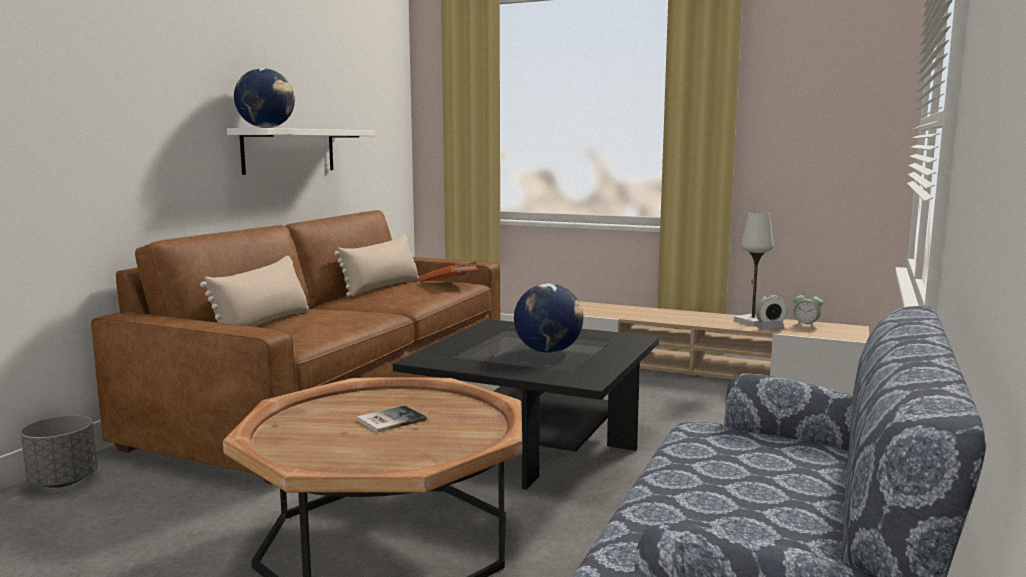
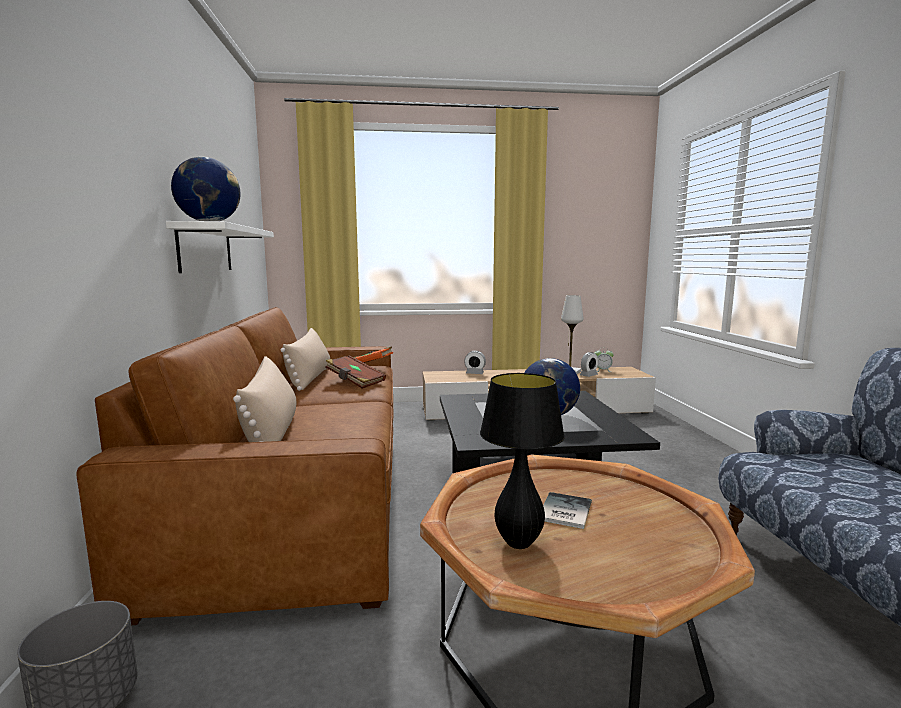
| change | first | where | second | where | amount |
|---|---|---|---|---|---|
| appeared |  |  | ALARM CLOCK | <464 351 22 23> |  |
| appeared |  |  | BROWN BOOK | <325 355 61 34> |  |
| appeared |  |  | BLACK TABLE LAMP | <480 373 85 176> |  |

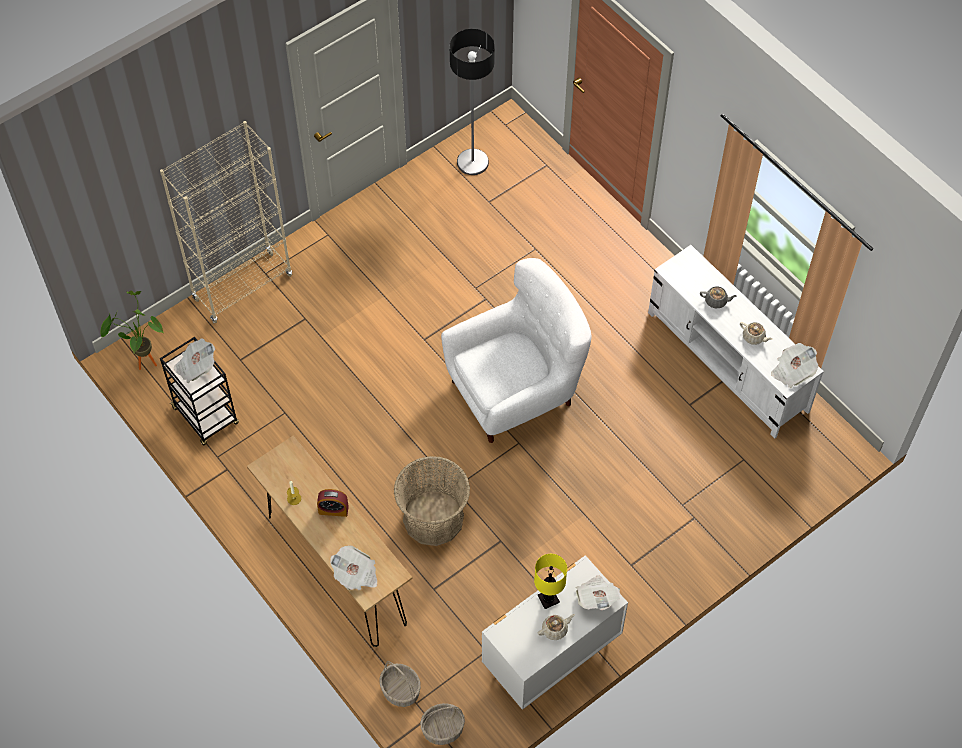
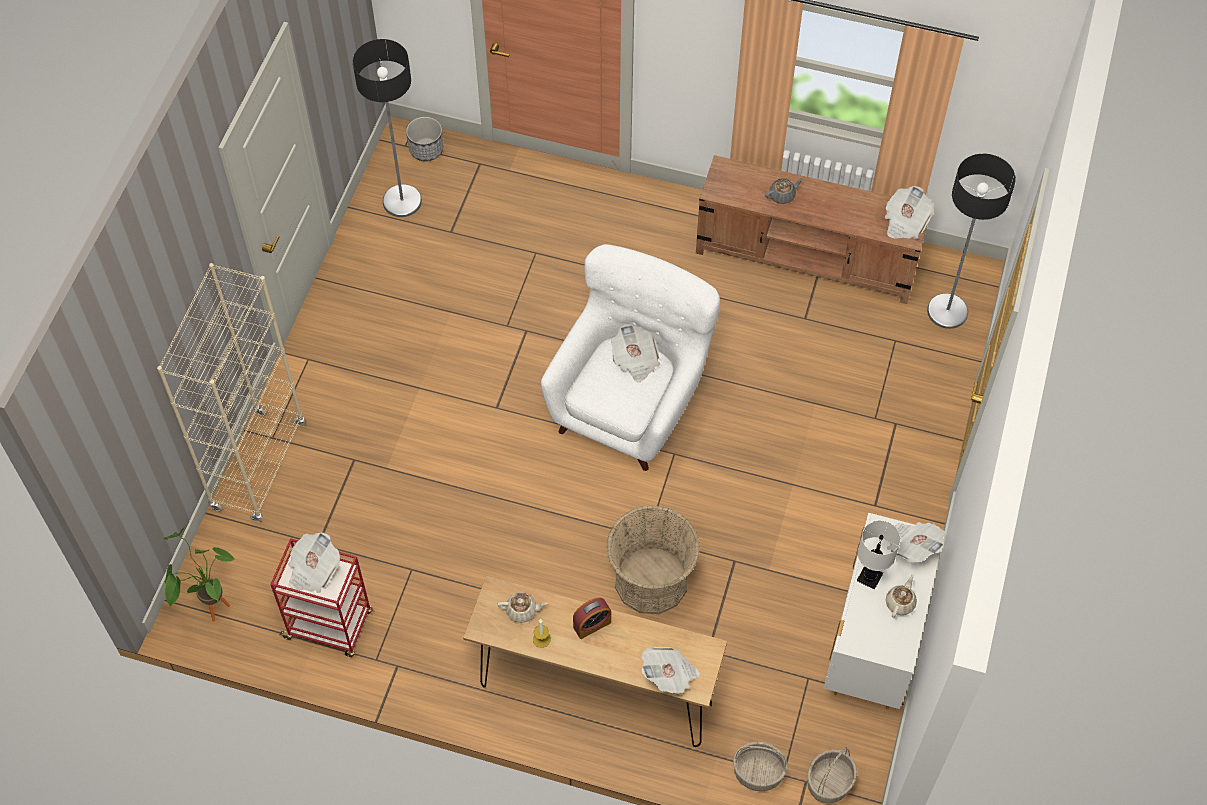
| change | first | where | second | where | amount |
|---|---|---|---|---|---|
| colour | WHITE TV STAND | <648 245 176 194> | BROWN TV STAND | <696 155 231 149> |  |
| relocated | BEIGE TEAPOT | <740 322 33 23> |  | <497 592 51 31> |  |
| colour | BLACK CART | <160 337 79 109> | RED CART | <270 538 103 119> |  |
| colour | YELLOW TABLE LAMP | <534 554 33 55> | WHITE TABLE LAMP | <857 520 44 70> |  |
| appeared |  |  | PLANTER | <406 117 37 44> |  |
| appeared |  |  | FLOOR LAMP | <927 154 89 175> |  |
| appeared |  |  | NEWSPAPER | <611 324 49 59> |  |

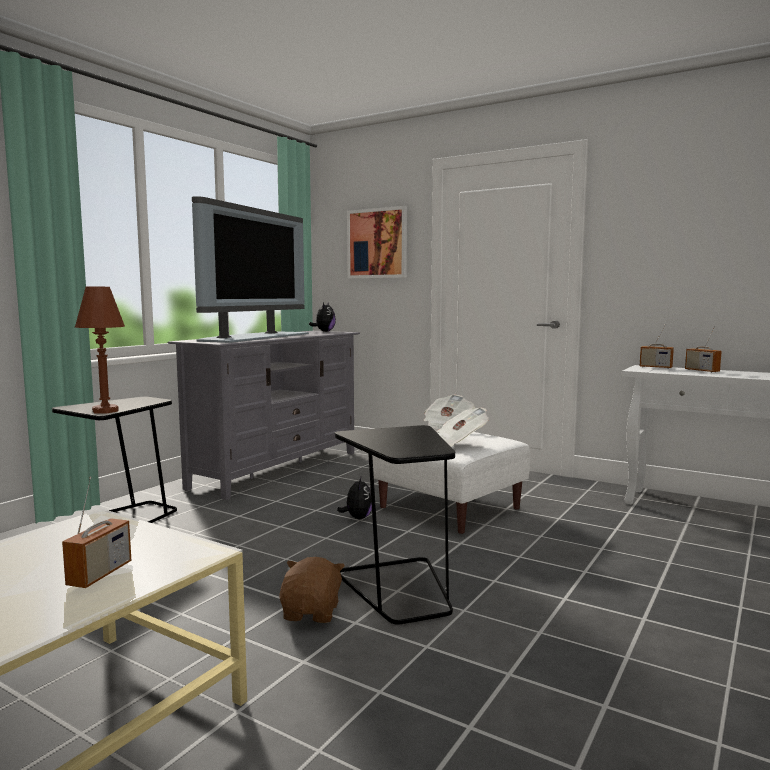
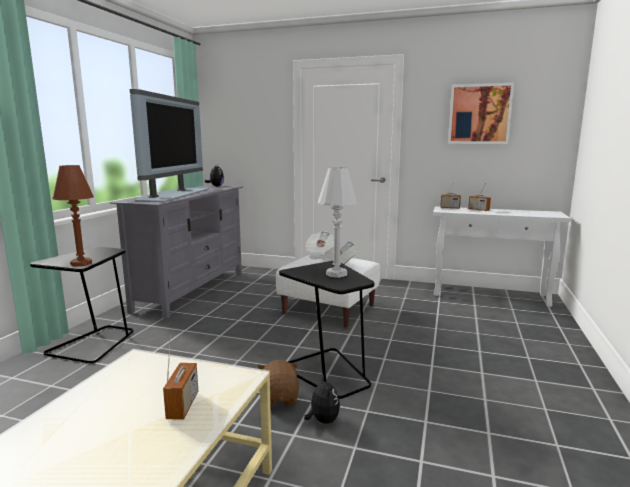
| change | first | where | second | where | amount |
|---|---|---|---|---|---|
| relocated | PICTURE | <347 206 60 73> |  | <448 83 66 61> |  |
| relocated | PLUSH TOY | <337 477 35 42> |  | <304 376 36 47> |  |
| appeared |  |  | WHITE TABLE LAMP | <318 167 39 111> |  |

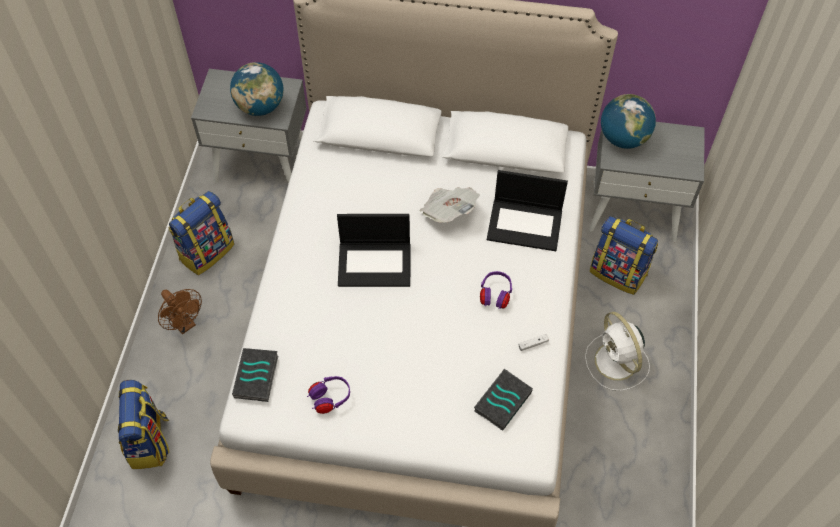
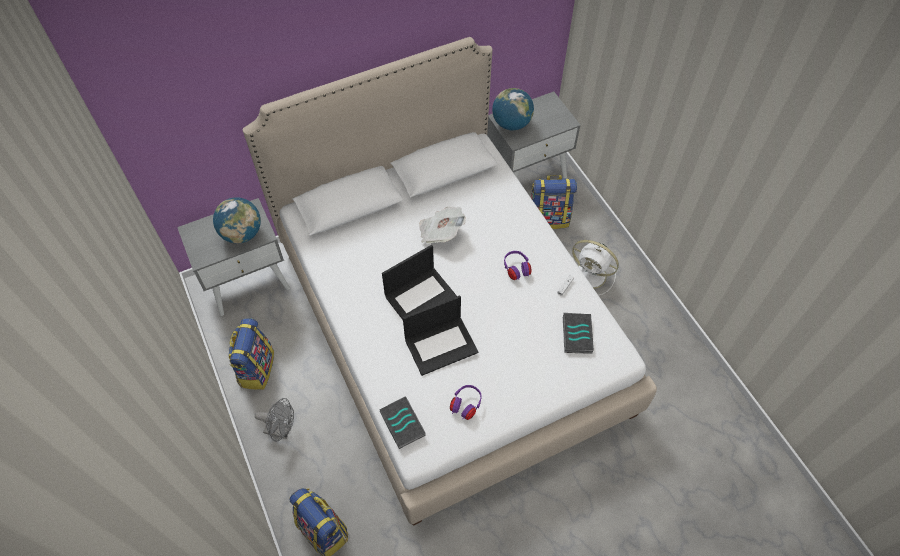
| change | first | where | second | where | amount |
|---|---|---|---|---|---|
| relocated | LAPTOP | <487 170 81 81> |  | <403 295 75 81> |  |
| colour | BROWN FAN | <158 289 44 45> | GREY FAN | <254 398 40 44> |  |

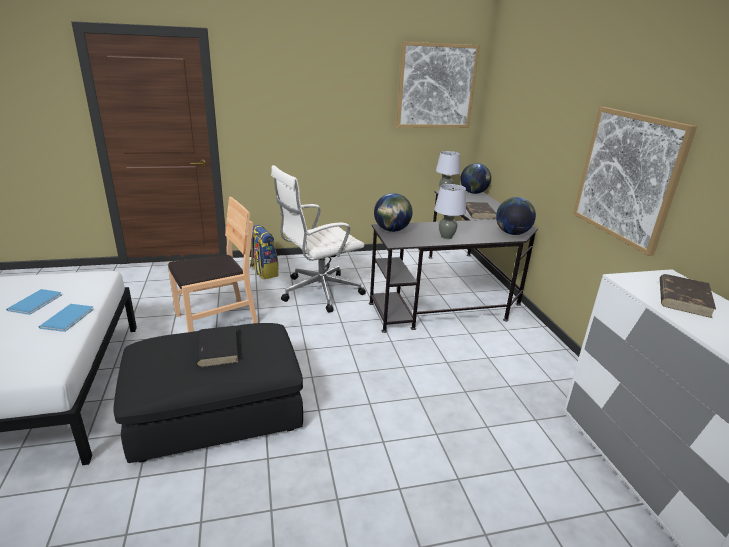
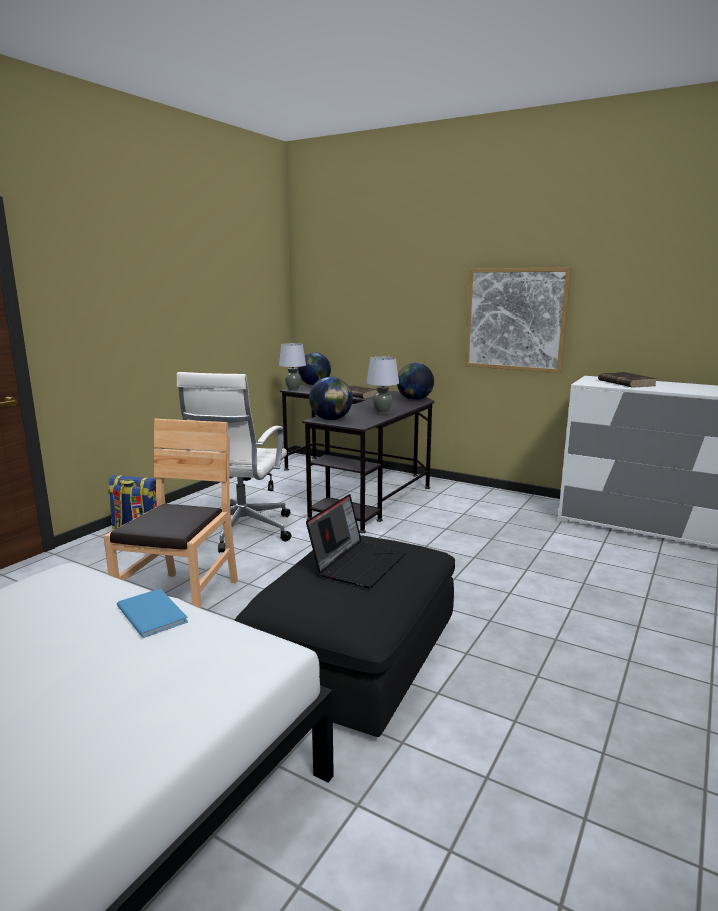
| change | first | where | second | where | amount |
|---|---|---|---|---|---|
| missing | PICTURE | <396 42 84 86> |  |  |  |
| missing | BLUE BOOK | <6 289 56 26> |  |  |  |
| exchanged | BLACK BOOK | <197 326 41 41> | LAPTOP | <306 494 101 94> |  |

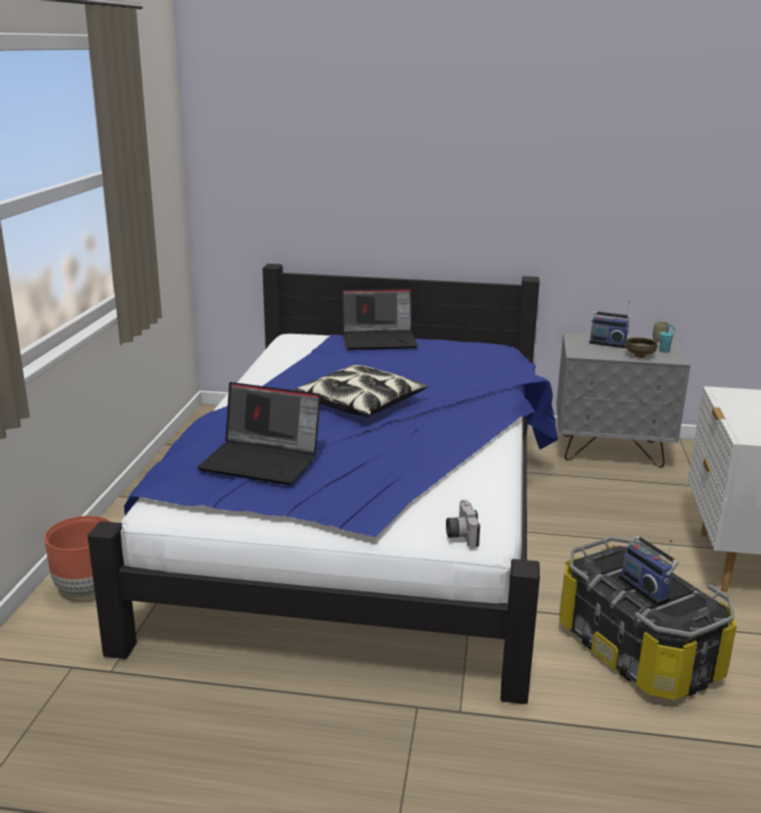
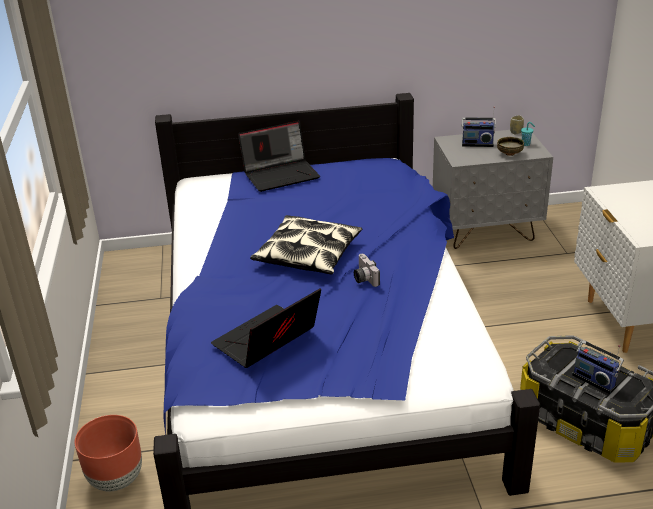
| change | first | where | second | where | amount |
|---|---|---|---|---|---|
| spun | LAPTOP | <197 382 124 103> |  | <211 288 110 80> | 135 degrees clockwise |
| relocated | PHOTO CAMERA | <446 500 34 48> |  | <354 254 26 33> |  |

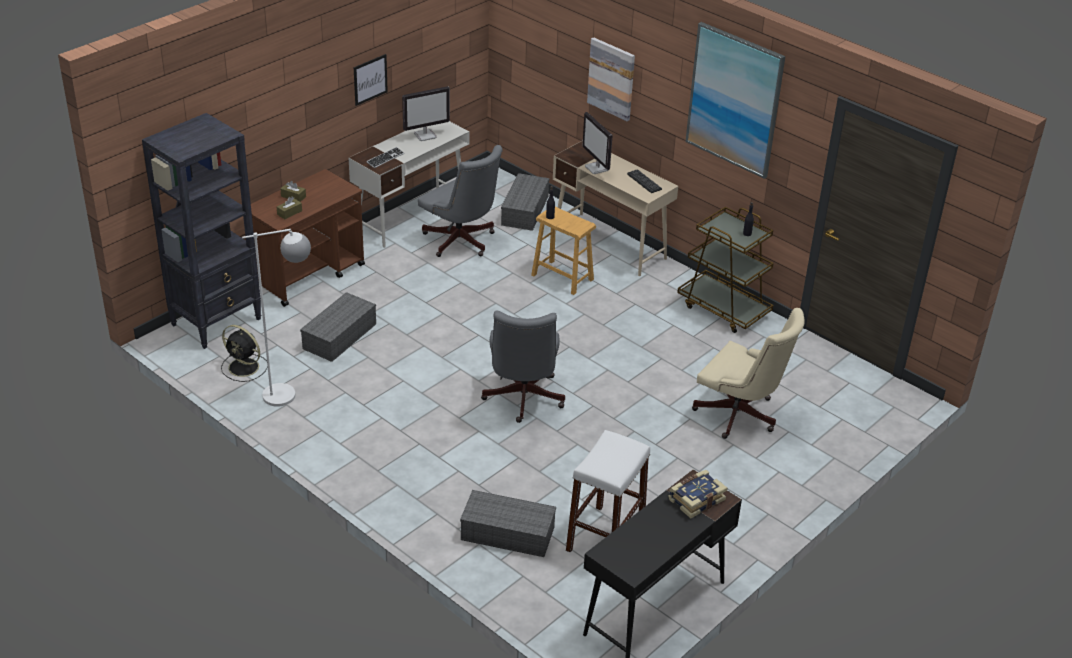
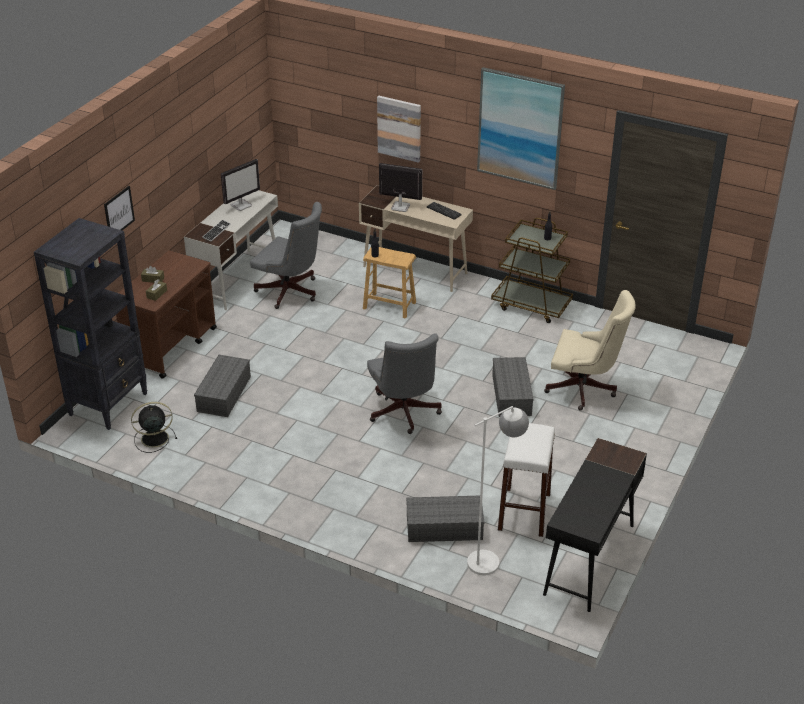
| change | first | where | second | where | amount |
|---|---|---|---|---|---|
| relocated | PICTURE | <354 54 34 52> |  | <104 186 31 44> |  |
| spun | MONITOR | <582 112 31 62> |  | <379 163 43 49> | 150 degrees clockwise |
| relocated | GREY STORAGE BOX | <501 173 49 58> |  | <492 357 41 60> |  |
| relocated | WHITE FLOOR LAMP | <242 229 69 178> |  | <467 406 62 169> |  |
| spun | BLACK FAN | <221 325 47 57> |  | <131 402 46 51> | 150 degrees clockwise |
| missing | BOOK | <668 470 59 48> |  |  |  |

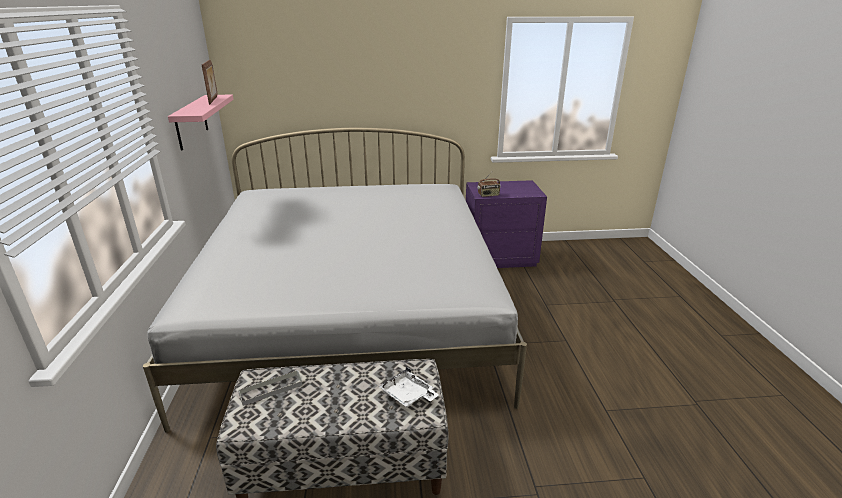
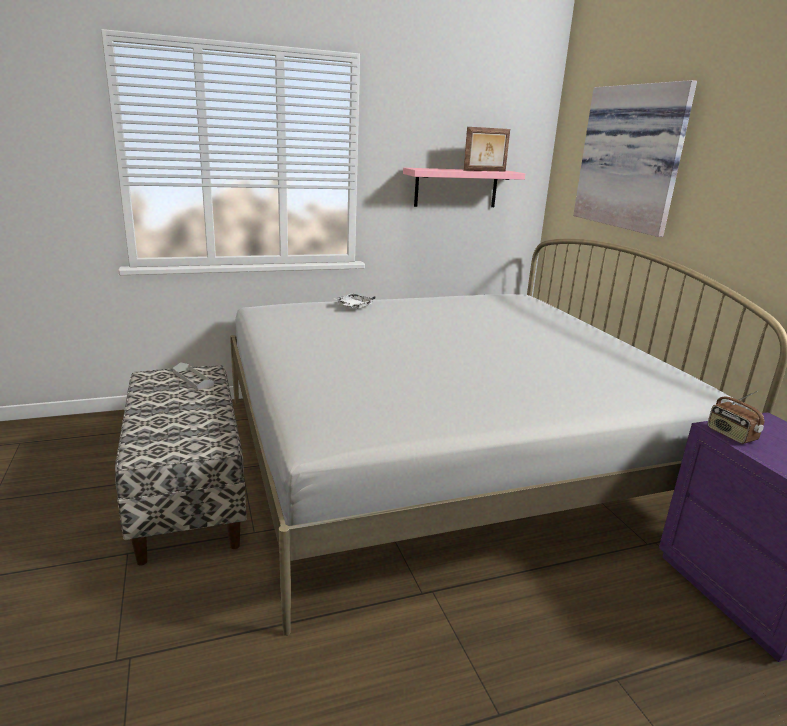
| change | first | where | second | where | amount |
|---|---|---|---|---|---|
| relocated | WHITE TRAY | <378 366 61 41> |  | <334 294 42 14> |  |
| appeared |  |  | PICTURE | <573 80 124 157> |  |

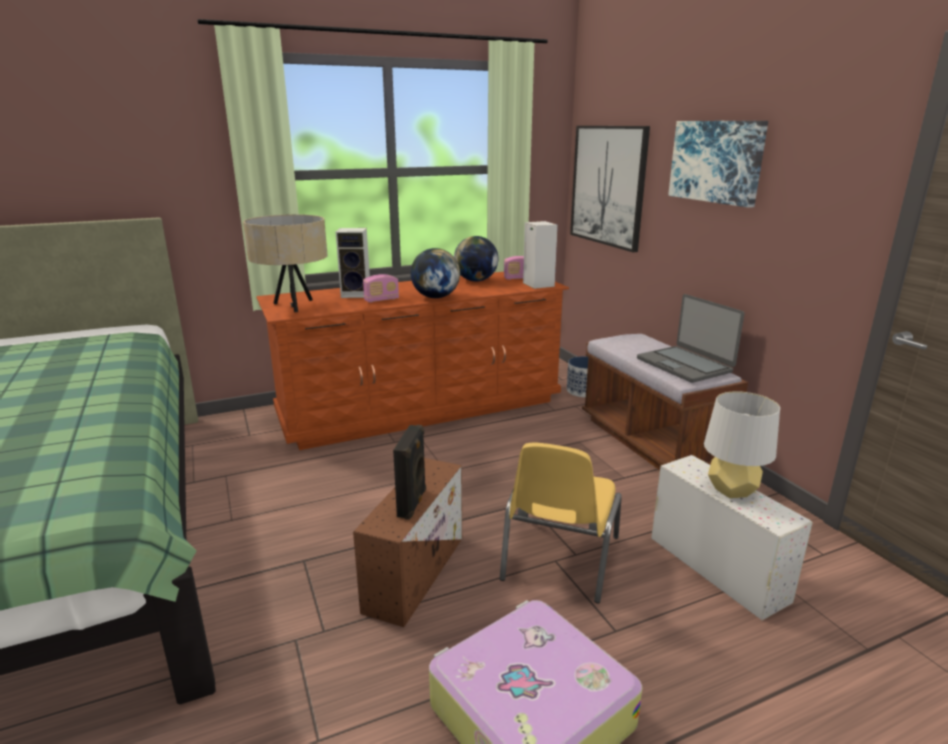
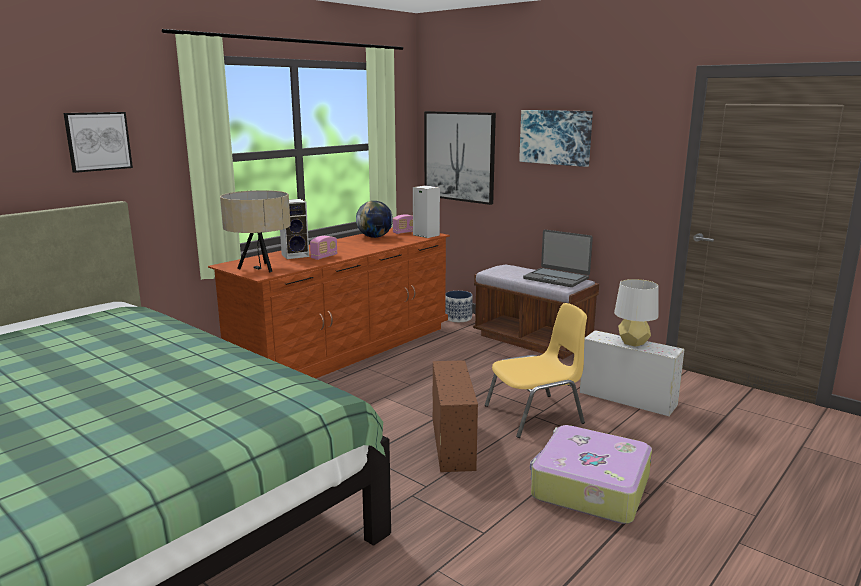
| change | first | where | second | where | amount |
|---|---|---|---|---|---|
| missing | GLOBE | <411 248 49 50> |  |  |  |
| missing | BLACK SPEAKER | <393 425 33 95> |  |  |  |
| spun | YELLOW CHAIR | <500 443 122 160> |  | <485 303 102 135> | 105 degrees counterclockwise |
| appeared |  |  | PICTURE | <63 112 70 61> |  |

